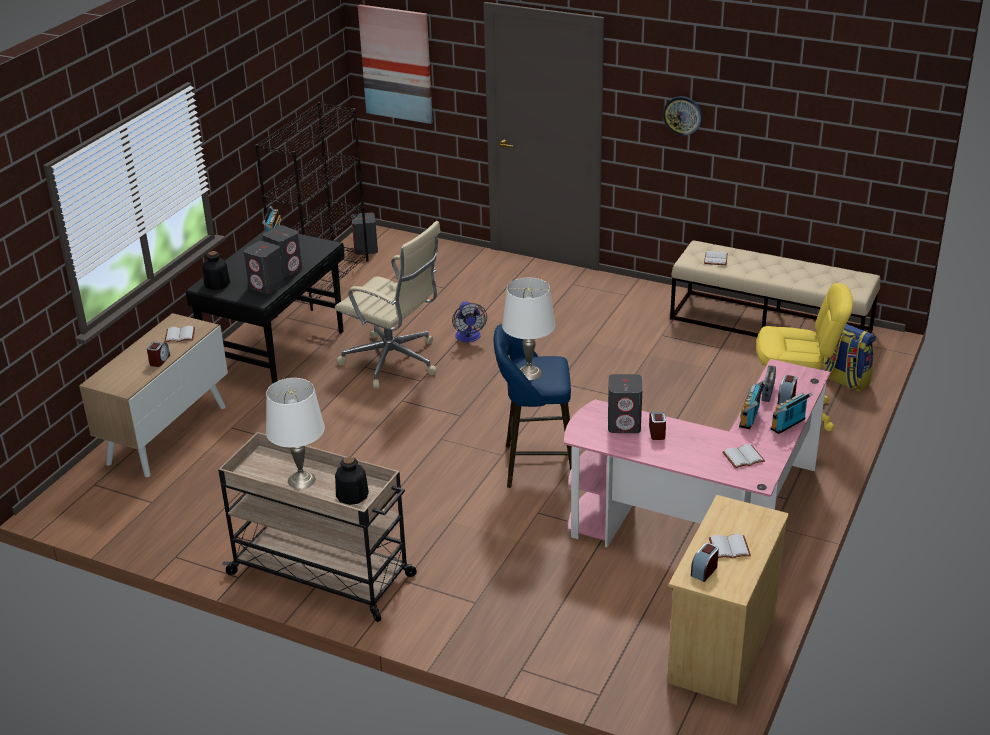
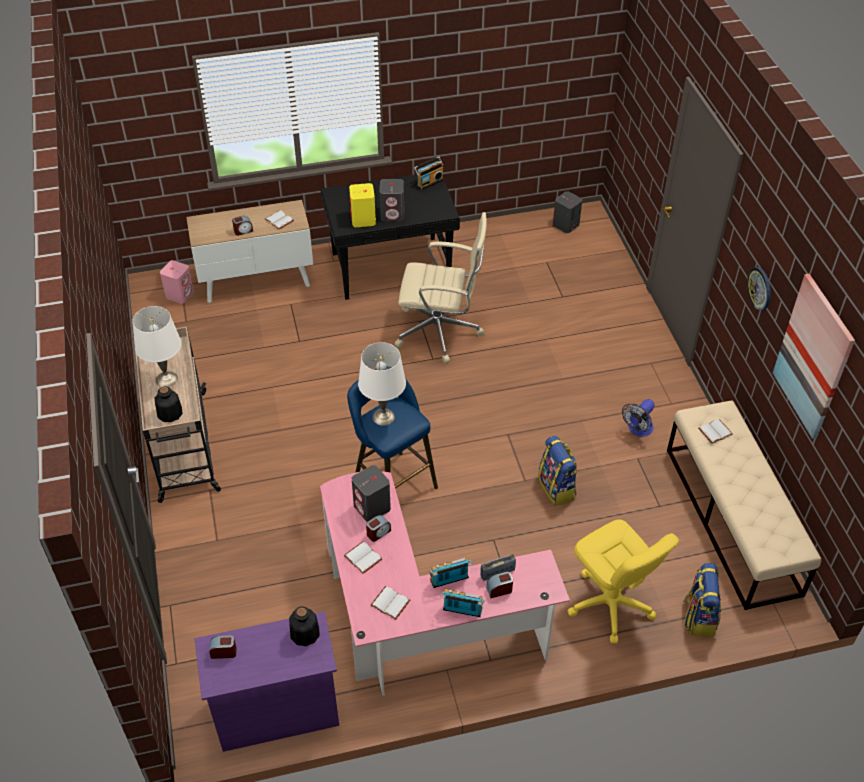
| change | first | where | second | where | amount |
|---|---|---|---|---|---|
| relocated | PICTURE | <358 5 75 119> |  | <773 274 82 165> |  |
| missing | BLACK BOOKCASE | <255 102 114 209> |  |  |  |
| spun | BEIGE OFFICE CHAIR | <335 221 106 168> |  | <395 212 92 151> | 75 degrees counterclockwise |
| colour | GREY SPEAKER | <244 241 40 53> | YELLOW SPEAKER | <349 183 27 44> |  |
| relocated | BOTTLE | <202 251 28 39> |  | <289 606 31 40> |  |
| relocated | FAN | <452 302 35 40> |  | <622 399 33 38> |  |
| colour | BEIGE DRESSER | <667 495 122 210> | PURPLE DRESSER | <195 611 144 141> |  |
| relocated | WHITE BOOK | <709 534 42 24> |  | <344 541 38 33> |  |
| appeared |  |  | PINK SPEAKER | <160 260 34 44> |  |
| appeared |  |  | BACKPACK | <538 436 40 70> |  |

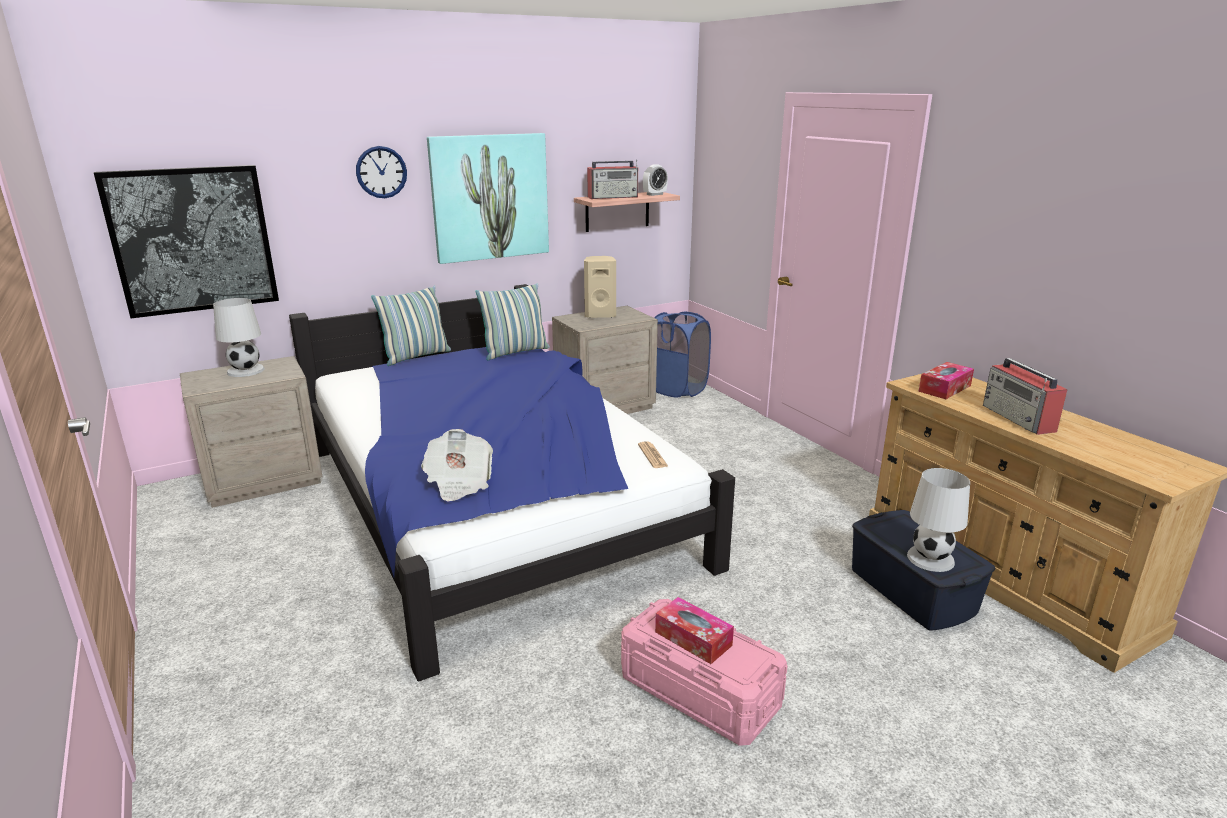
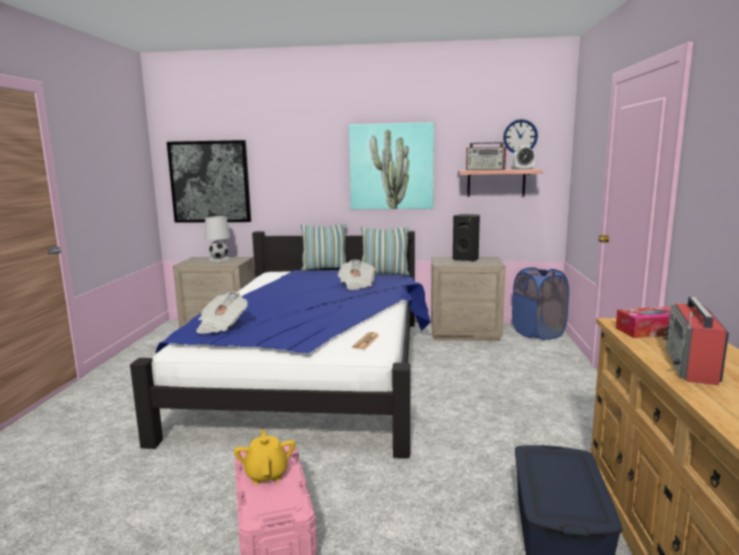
| change | first | where | second | where | amount |
|---|---|---|---|---|---|
| relocated | WALL CLOCK | <356 146 51 52> |  | <503 119 35 34> |  |
| colour | BEIGE SPEAKER | <584 256 32 62> | BLACK SPEAKER | <453 214 27 48> |  |
| missing | WHITE TABLE LAMP | <907 468 63 104> |  |  |  |
| exchanged | TISSUE BOX | <655 597 79 67> | YELLOW TEAPOT | <234 429 61 55> |  |
| appeared |  |  | NEWSPAPER | <338 260 37 30> |  |

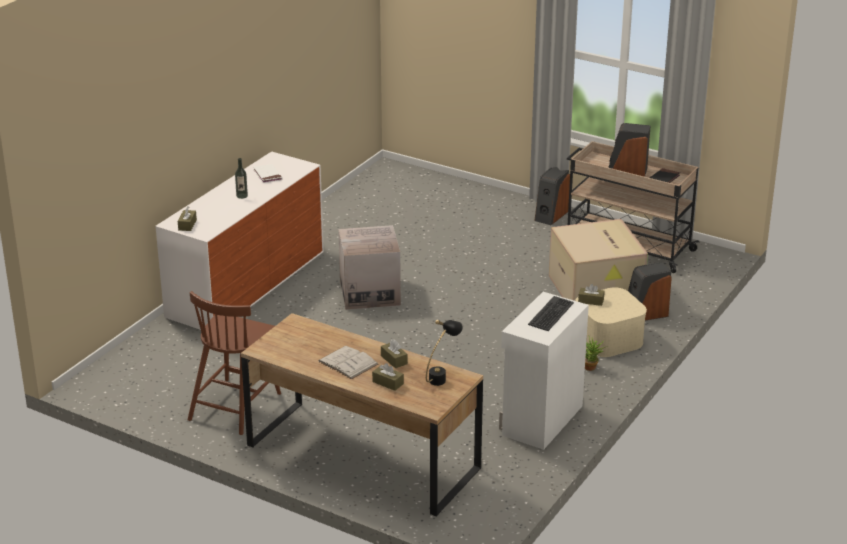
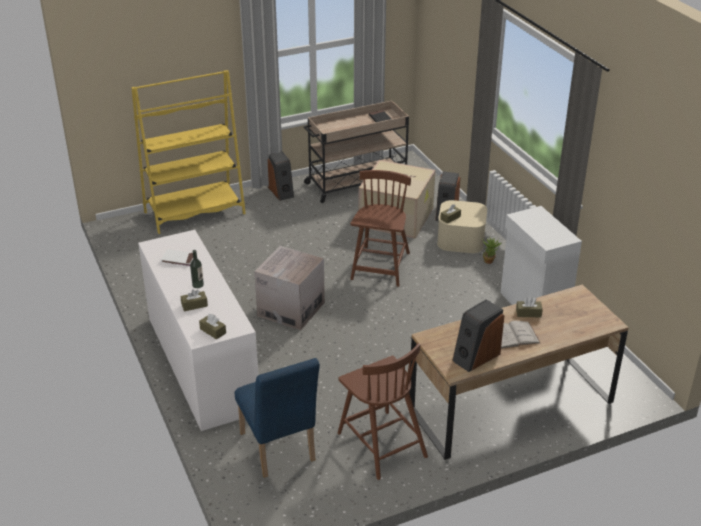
| change | first | where | second | where | amount |
|---|---|---|---|---|---|
| relocated | SPEAKER | <608 123 42 54> |  | <452 299 52 73> |  |
| missing | KEYBOARD | <528 296 46 35> |  |  |  |
| missing | BLACK TABLE LAMP | <426 320 37 66> |  |  |  |
| relocated | BROWN TISSUE BOX | <372 363 32 28> |  | <181 289 27 22> |  |
| appeared |  |  | YELLOW BOOKCASE | <131 70 115 164> |  |
| appeared |  |  | BROWN CHAIR | <350 170 61 117> |  |
| appeared |  |  | BLUE CHAIR | <235 358 85 120> |  |

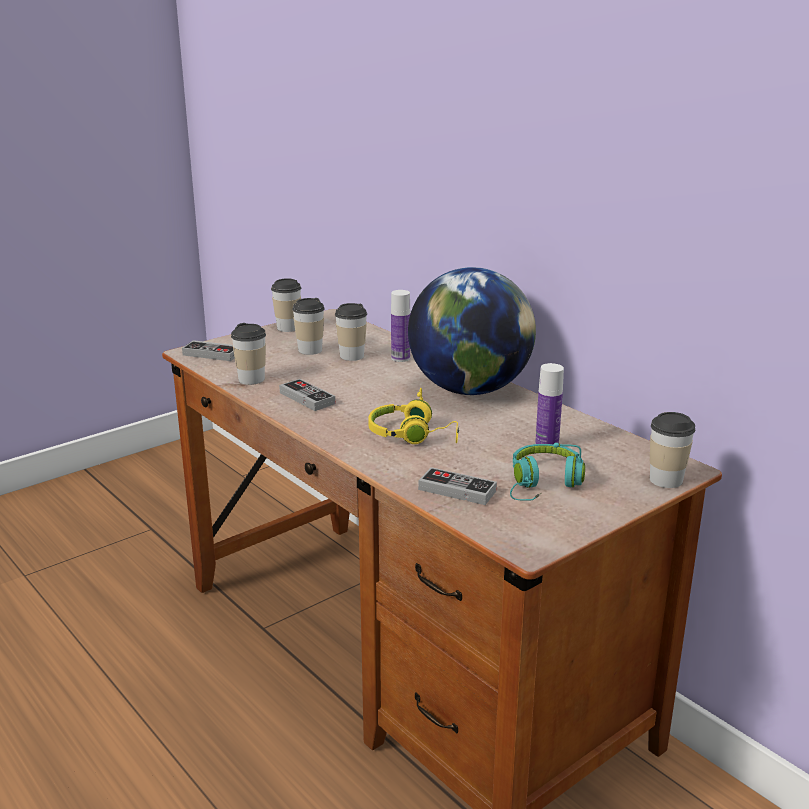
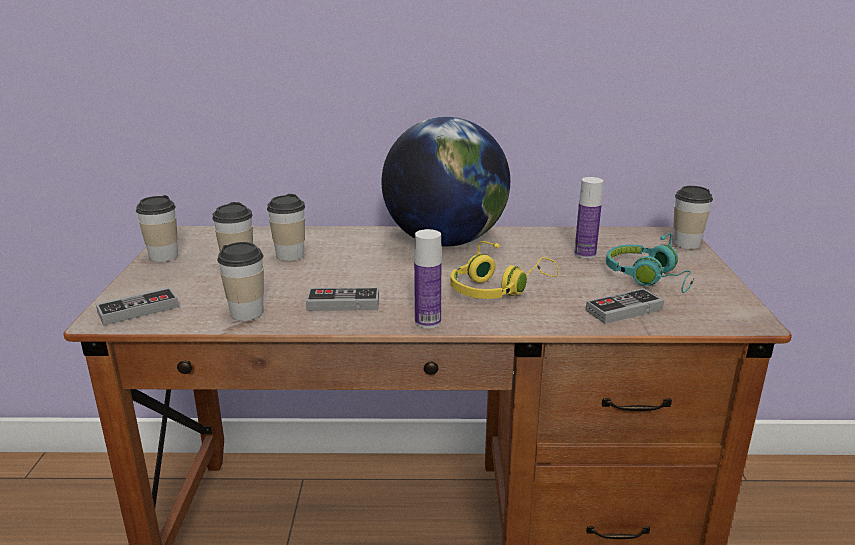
| change | first | where | second | where | amount |
|---|---|---|---|---|---|
| relocated | BOTTLE | <391 290 19 72> |  | <414 229 28 100> |  |

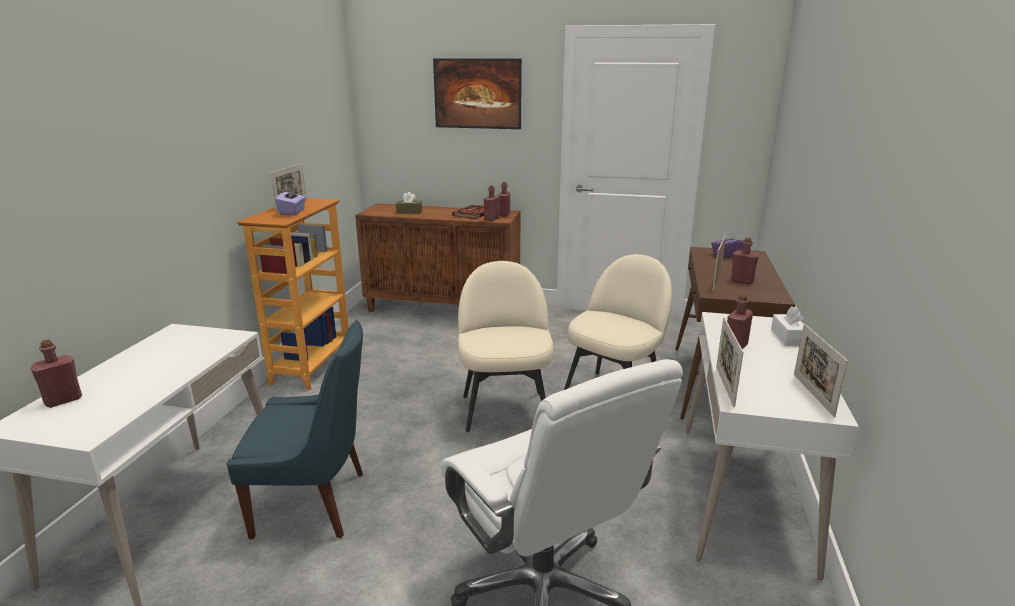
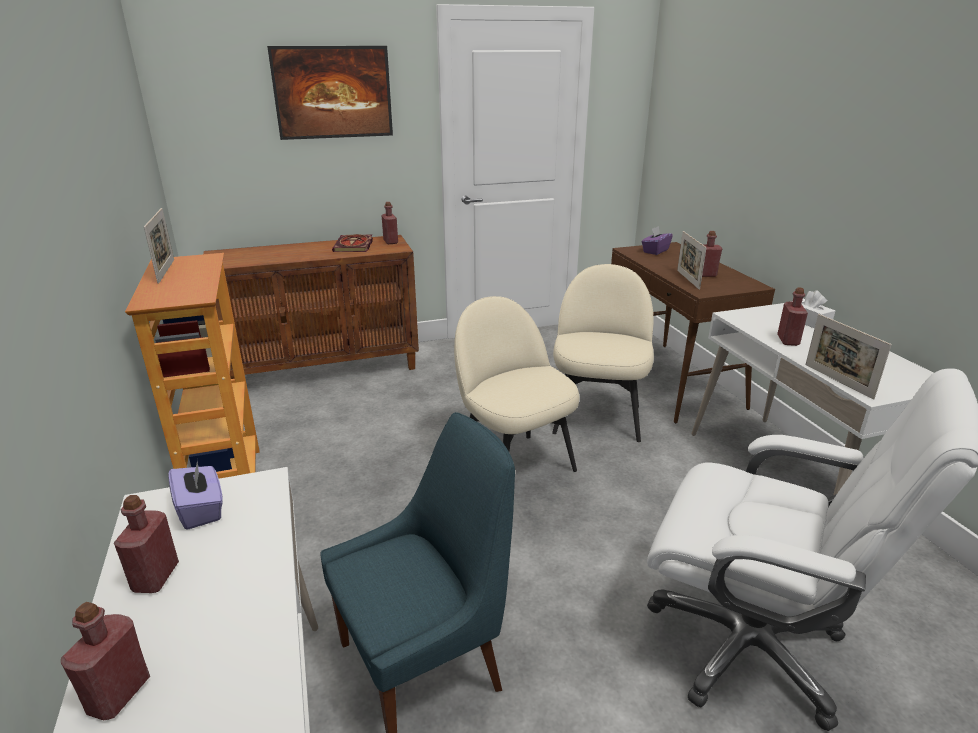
| change | first | where | second | where | amount |
|---|---|---|---|---|---|
| relocated | RED BOTTLE | <484 185 16 36> |  | <114 495 65 98> |  |
| relocated | PURPLE TISSUE BOX | <275 186 31 29> |  | <168 459 55 71> |  |
| missing | BROWN TISSUE BOX | <396 192 26 22> |  |  |  |
| missing | PICTURE FRAME | <794 324 54 93> |  |  |  |

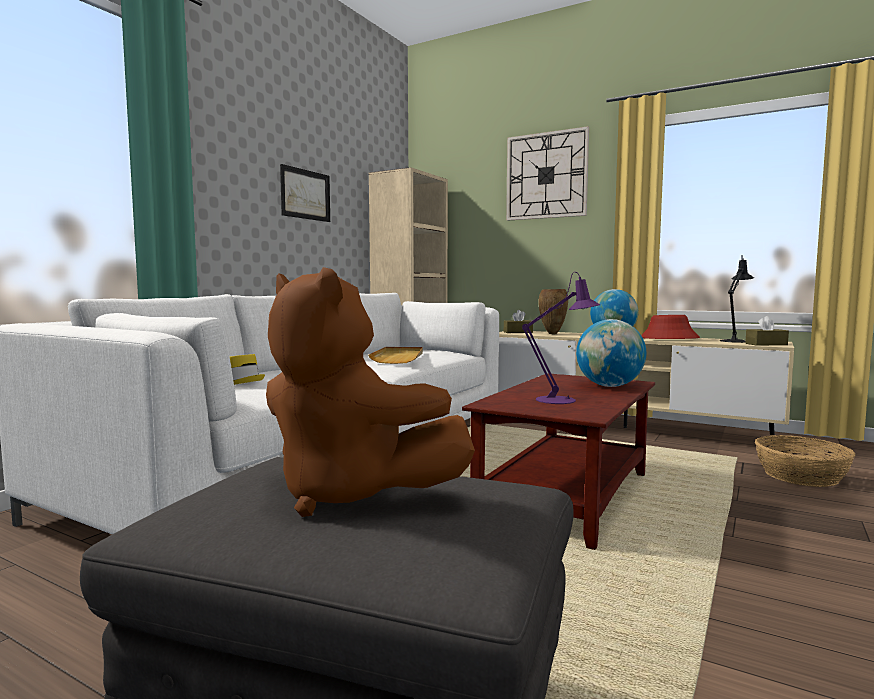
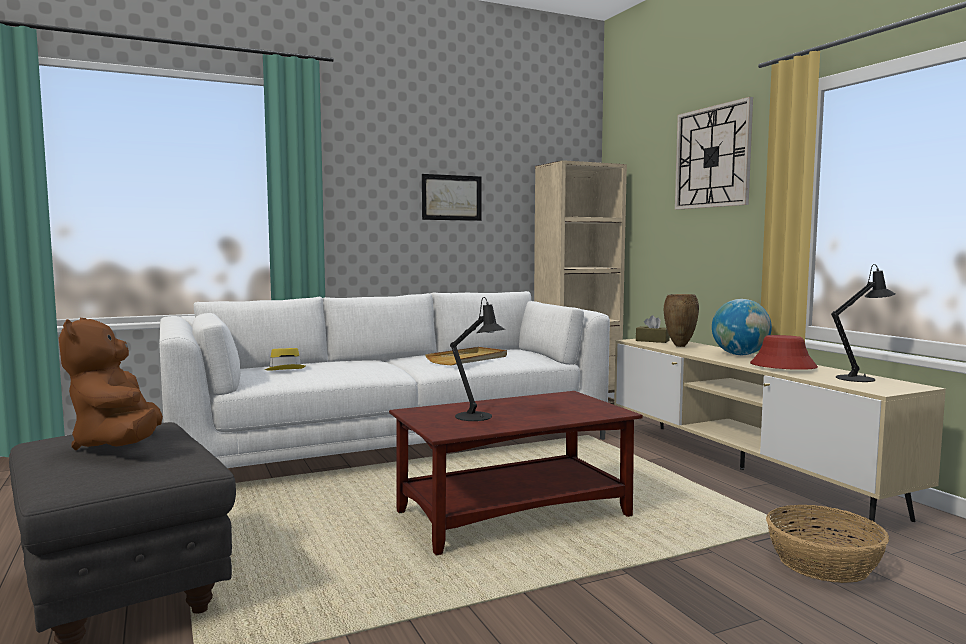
| change | first | where | second | where | amount |
|---|---|---|---|---|---|
| colour | PURPLE TABLE LAMP | <522 272 78 132> | BLACK TABLE LAMP | <450 297 55 124> |  |
| missing | BROWN TISSUE BOX | <745 316 44 29> |  |  |  |
| missing | GLOBE | <576 319 70 68> |  |  |  |

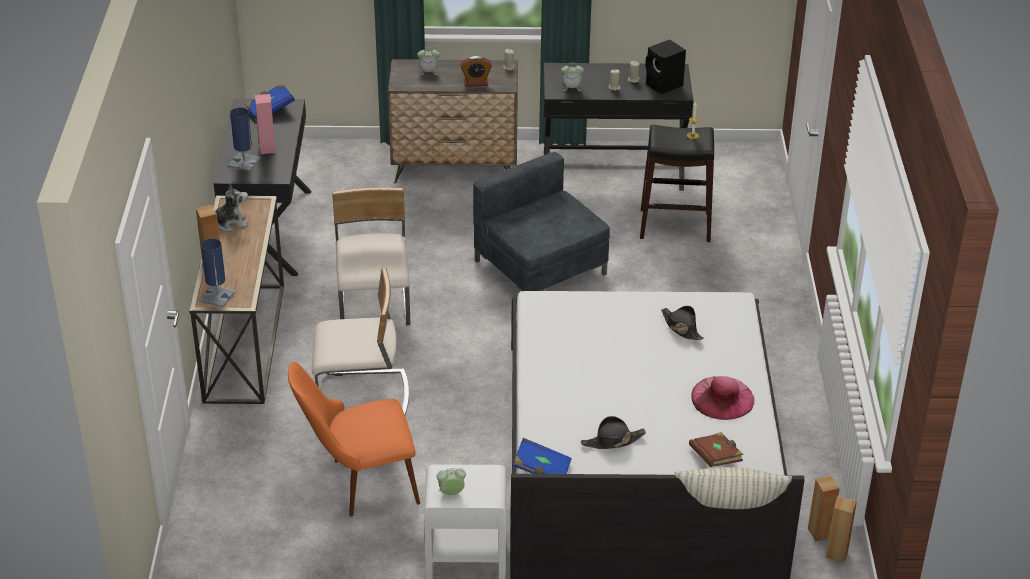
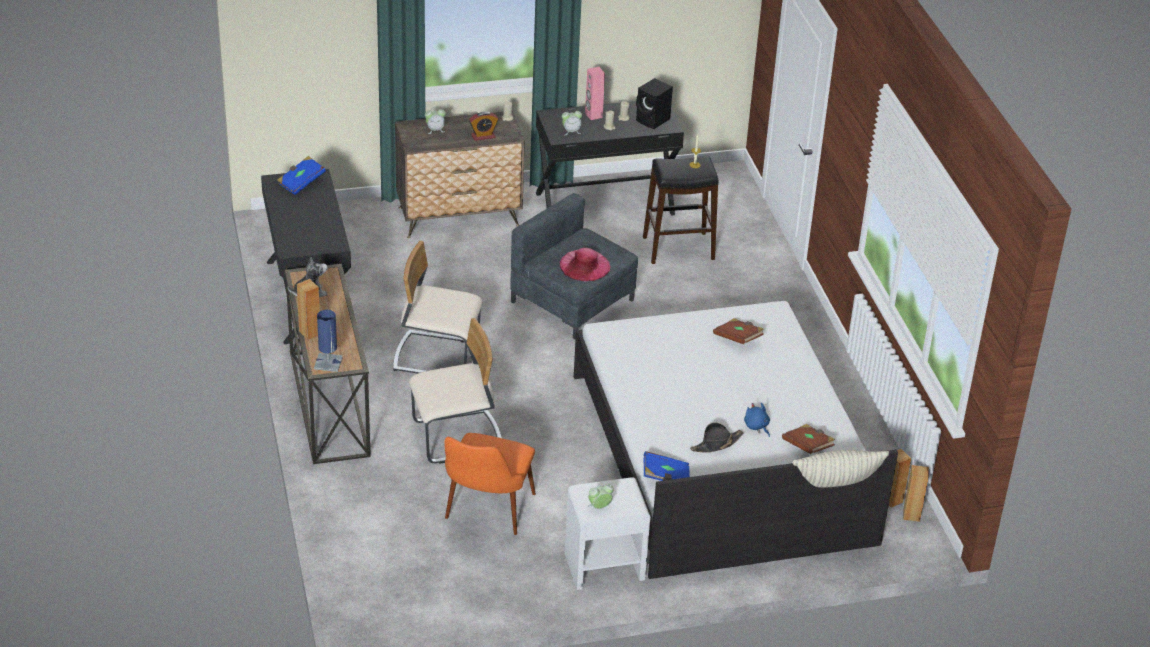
| change | first | where | second | where | amount |
|---|---|---|---|---|---|
| relocated | PINK SPEAKER | <255 94 21 60> |  | <585 67 20 53> |  |
| missing | BLUE TABLE LAMP | <228 107 32 64> |  |  |  |
| spun | BEIGE CHAIR | <332 187 79 138> |  | <393 241 90 132> | 60 degrees counterclockwise |
| exchanged | BLACK HAT | <661 306 43 34> | BROWN BOOK | <713 318 51 26> |  |
| spun | ORANGE CHAIR | <288 362 132 155> |  | <444 433 92 102> | 45 degrees counterclockwise |
| relocated | PINK HAT | <691 376 63 44> |  | <560 248 51 33> |  |
| appeared |  |  | BLUE PLUSH TOY | <744 403 26 34> |  |

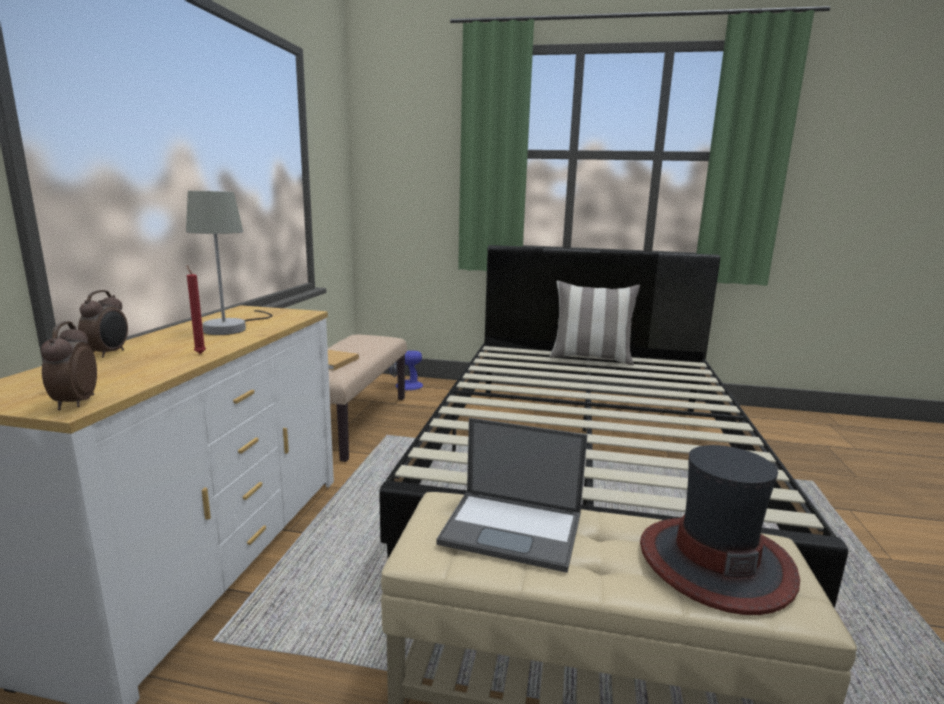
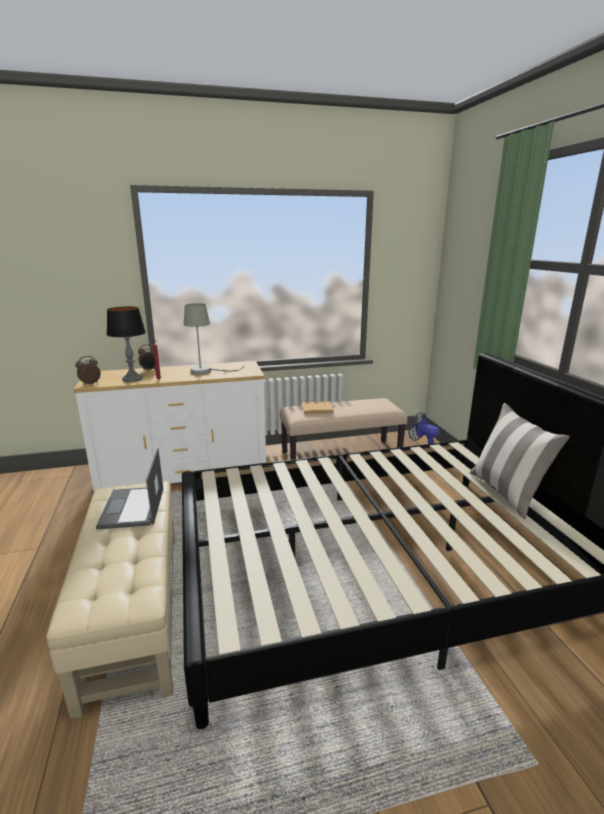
| change | first | where | second | where | amount |
|---|---|---|---|---|---|
| missing | HAT | <640 445 160 170> |  |  |  |
| appeared |  |  | TABLE LAMP | <107 306 39 76> |  |

